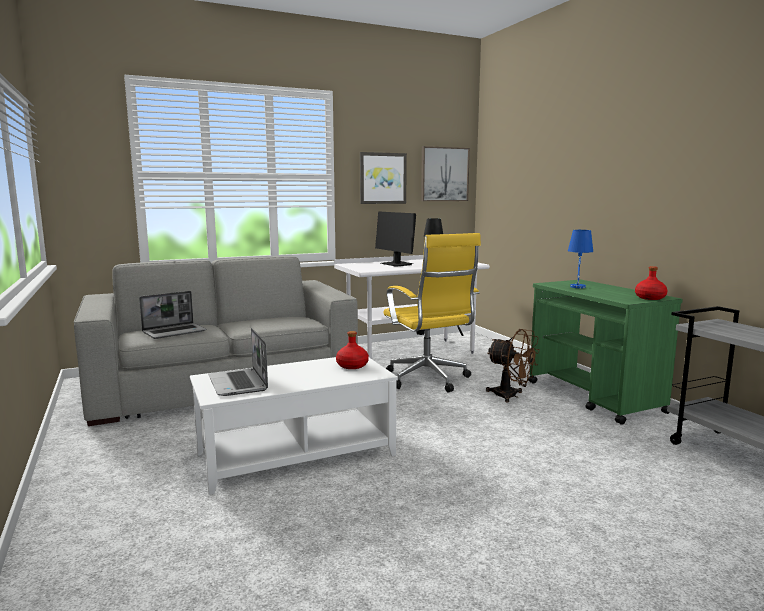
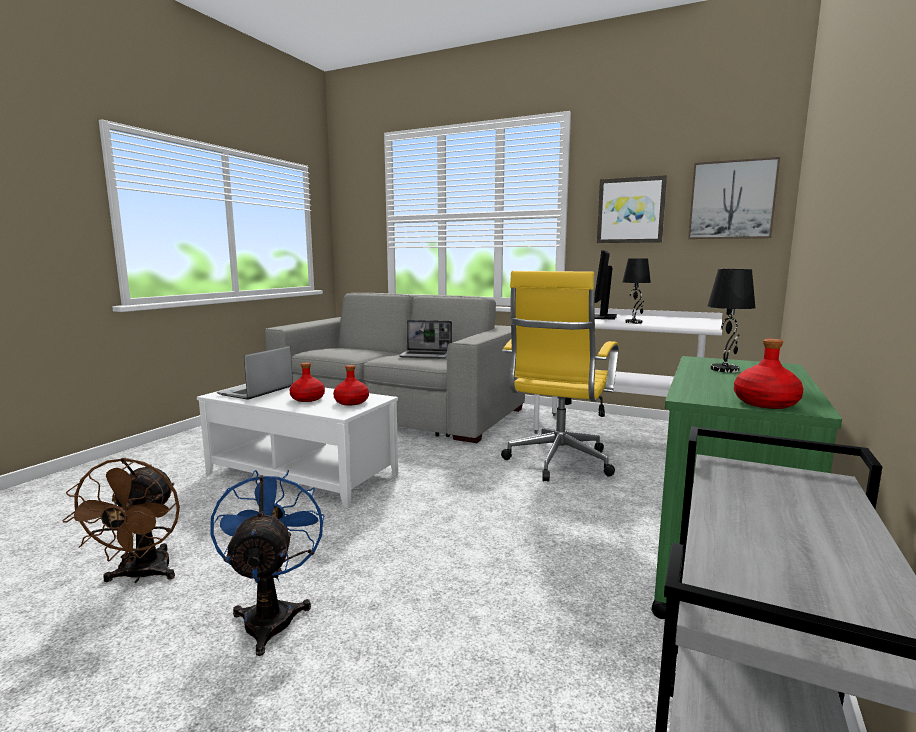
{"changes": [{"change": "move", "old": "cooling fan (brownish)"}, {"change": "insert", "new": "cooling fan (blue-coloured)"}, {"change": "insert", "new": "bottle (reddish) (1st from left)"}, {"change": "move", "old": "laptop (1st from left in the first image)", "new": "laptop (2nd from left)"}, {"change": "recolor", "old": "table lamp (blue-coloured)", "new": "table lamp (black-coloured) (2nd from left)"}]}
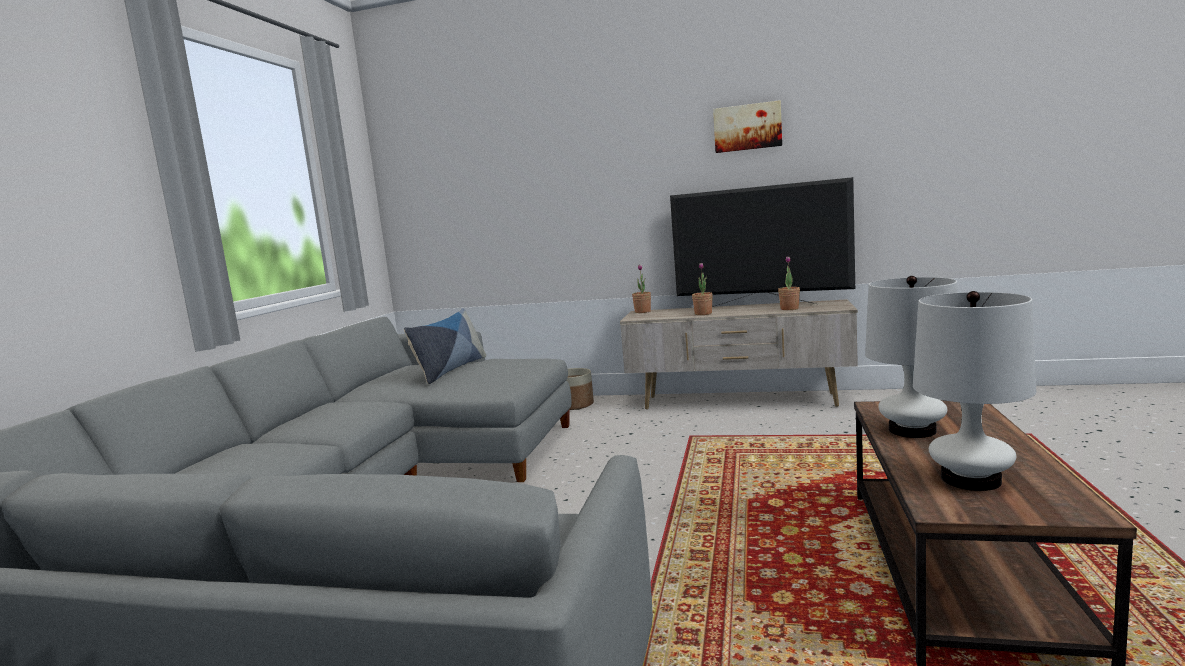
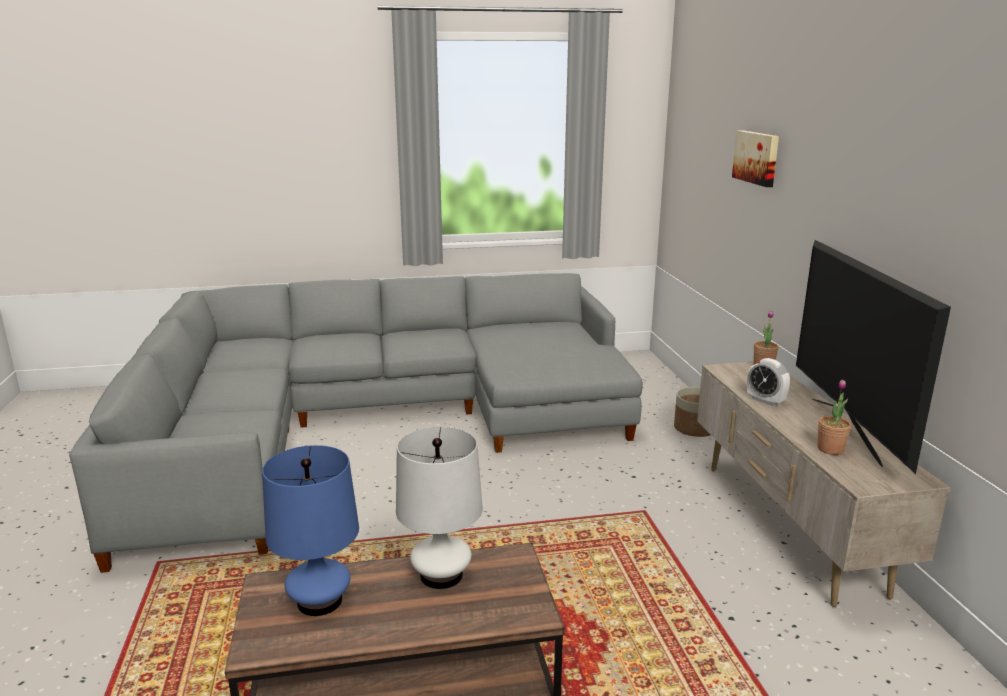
{"changes": [{"change": "recolor", "old": "table lamp (whitish) (2nd from left)", "new": "table lamp (blue-coloured)"}, {"change": "move", "old": "wall picture"}, {"change": "replace", "old": "houseplant (2nd from left)", "new": "table clock"}, {"change": "delete", "old": "pillow"}]}
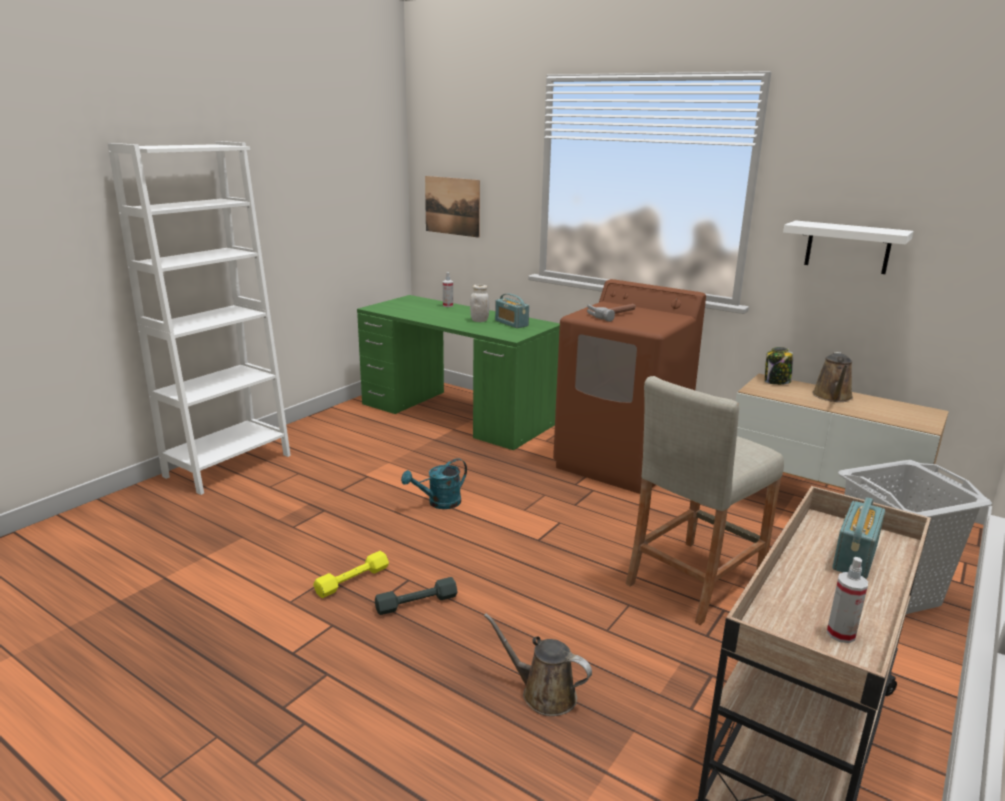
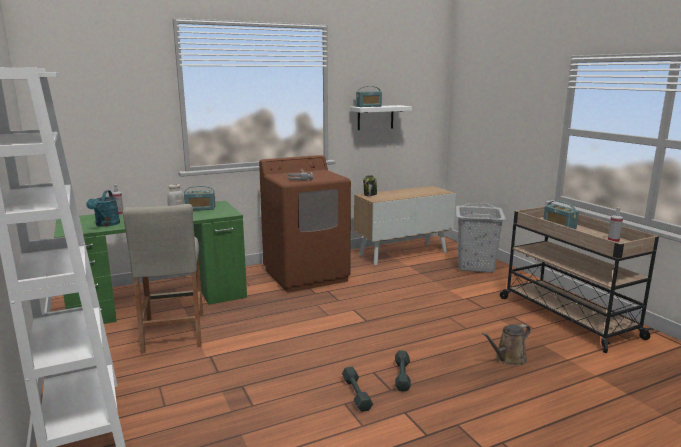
{"changes": [{"change": "move", "old": "watering pot (turquoise)"}, {"change": "move", "old": "sitting stool (sand-coloured)"}, {"change": "recolor", "old": "dumbbell (yellow-coloured)", "new": "dumbbell (gray) (1st from left)"}, {"change": "insert", "new": "radio (2nd from left)"}, {"change": "delete", "old": "wall picture"}, {"change": "delete", "old": "watering pot (brownish) (2nd from left)"}]}
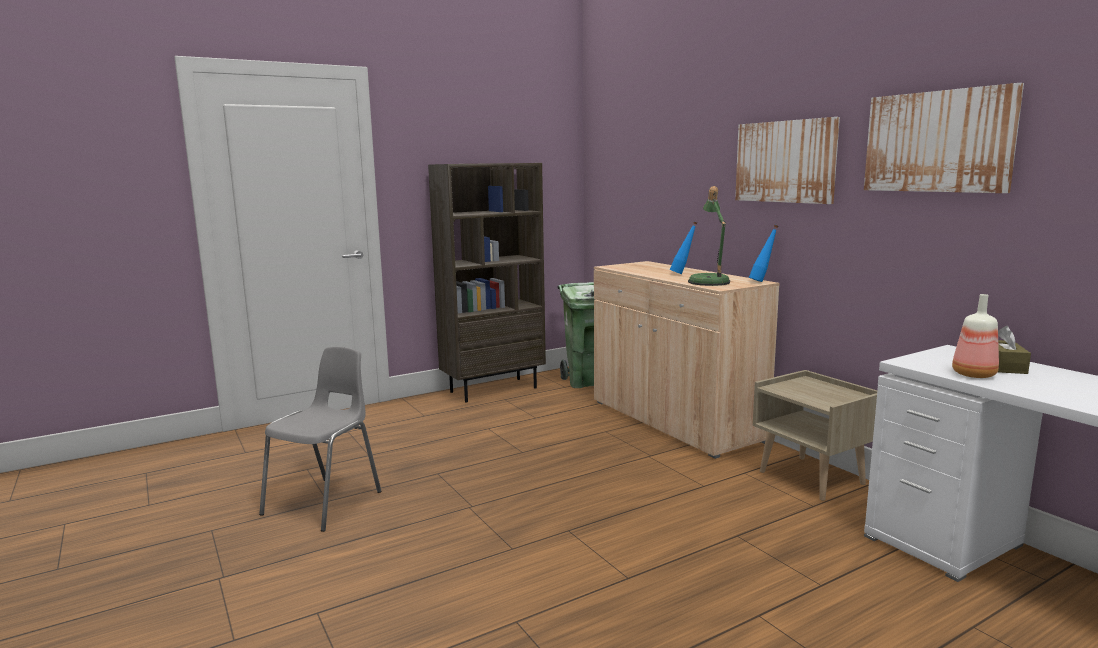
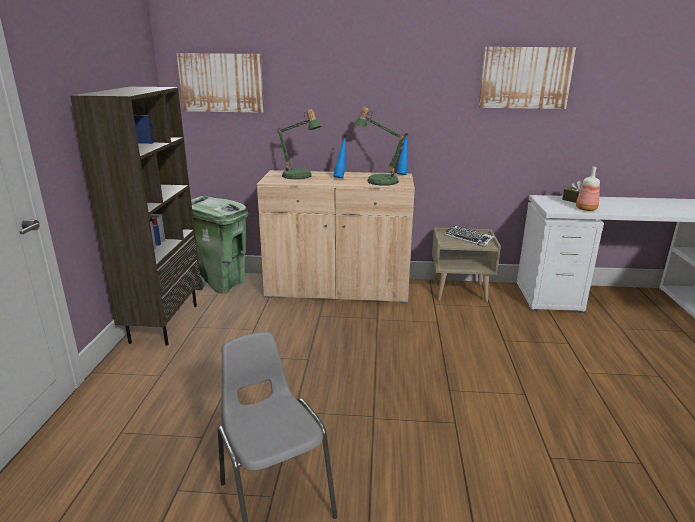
{"changes": [{"change": "move", "old": "wall picture (1st from left)"}, {"change": "insert", "new": "table lamp (1st from left)"}, {"change": "insert", "new": "PC keyboard"}]}
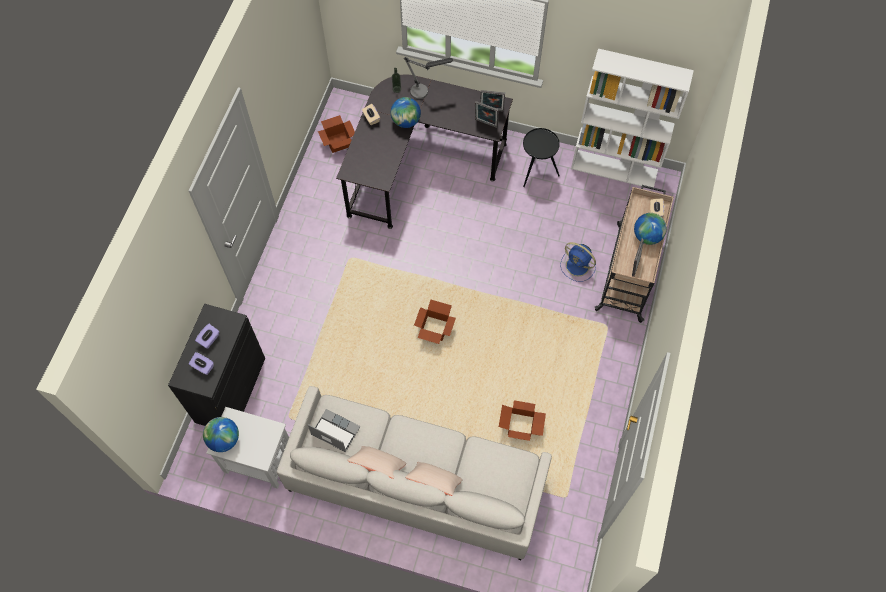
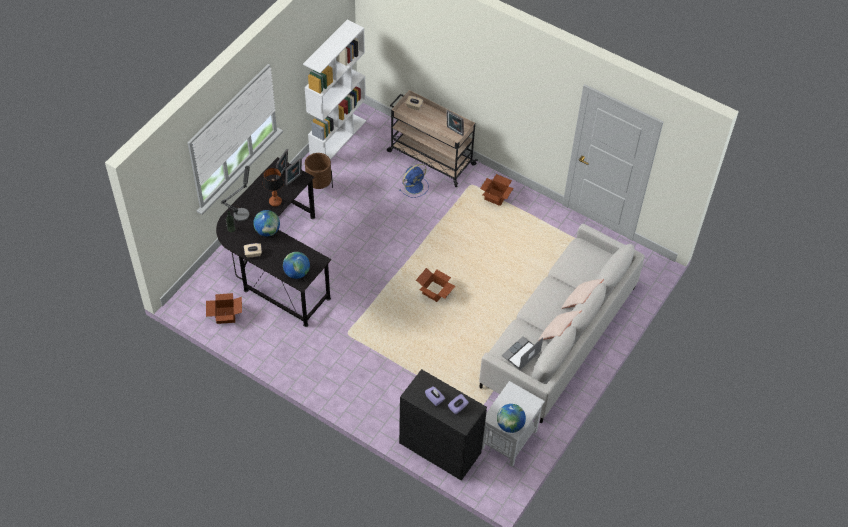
{"changes": [{"change": "insert", "new": "table lamp (2nd from left)"}, {"change": "move", "old": "desk globe (3rd from left in the first image)", "new": "desk globe (2nd from left)"}, {"change": "replace", "old": "side table (black-coloured)", "new": "flower pot (brownish)"}, {"change": "move", "old": "cardboard box (3rd from left)"}]}
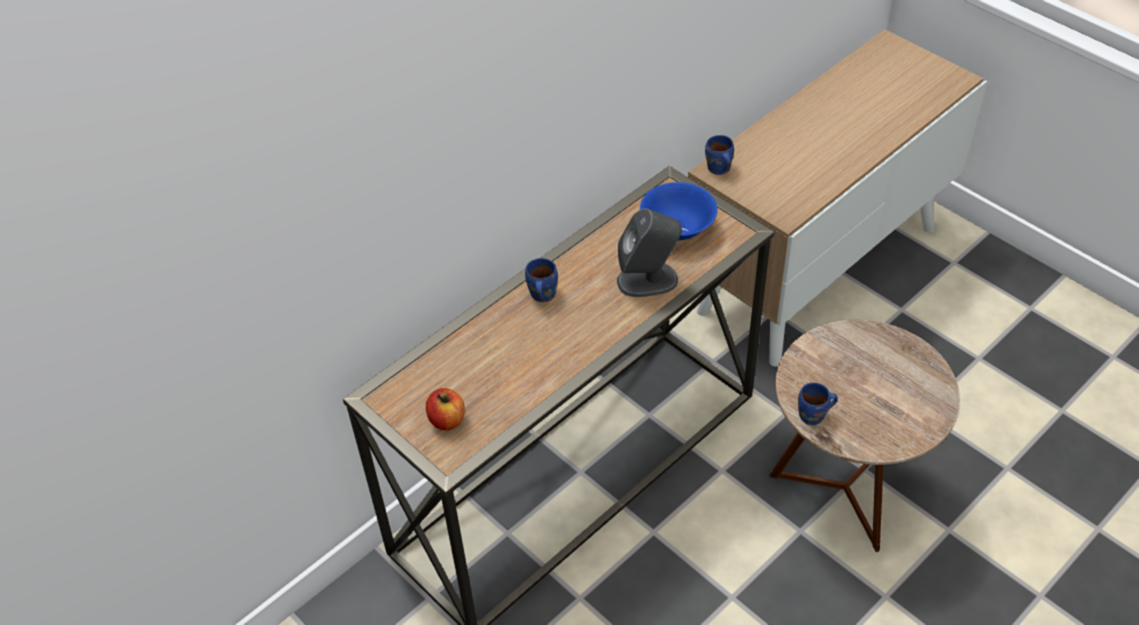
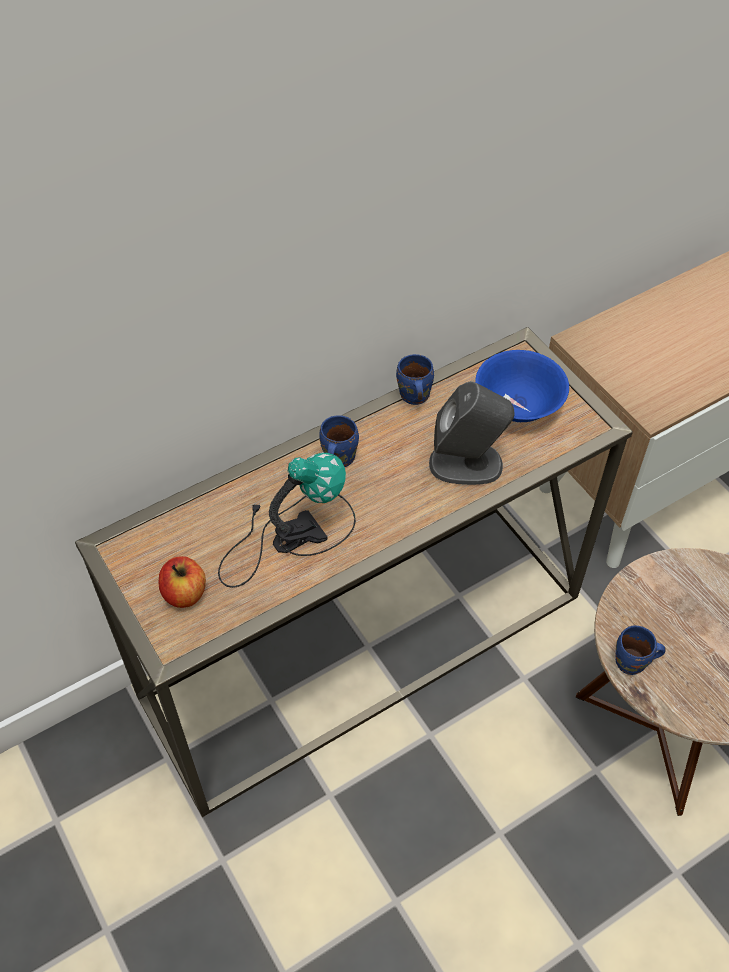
{"changes": [{"change": "insert", "new": "table lamp"}, {"change": "move", "old": "coffee mug (blue-coloured) (2nd from left)"}]}
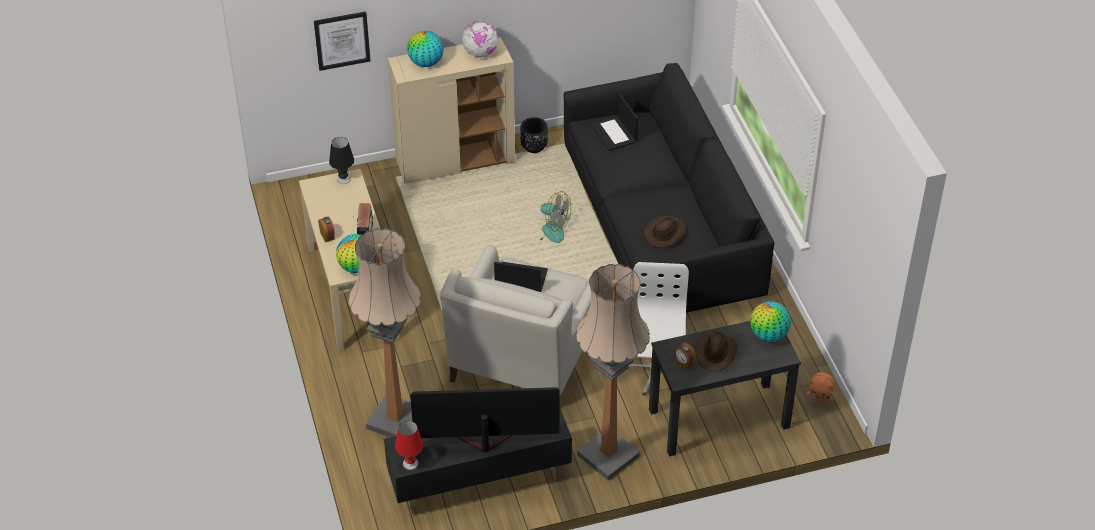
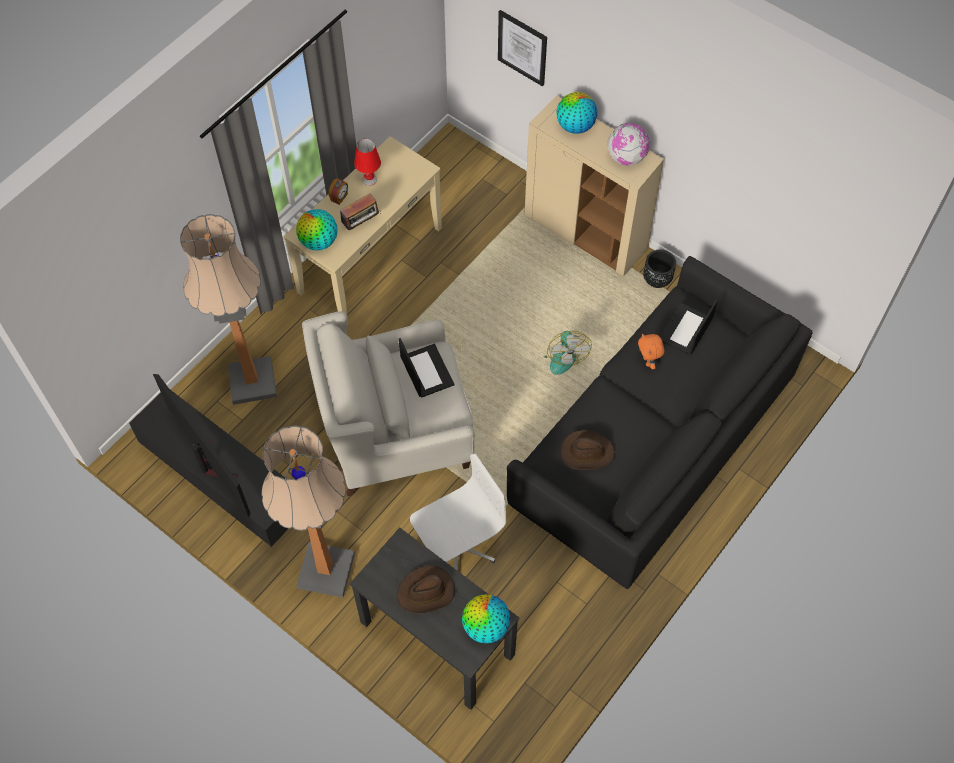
{"changes": [{"change": "move", "old": "table lamp (reddish)"}, {"change": "move", "old": "plush toy (orange-coloured)"}, {"change": "delete", "old": "table lamp (black-coloured)"}, {"change": "delete", "old": "table clock (2nd from left)"}]}
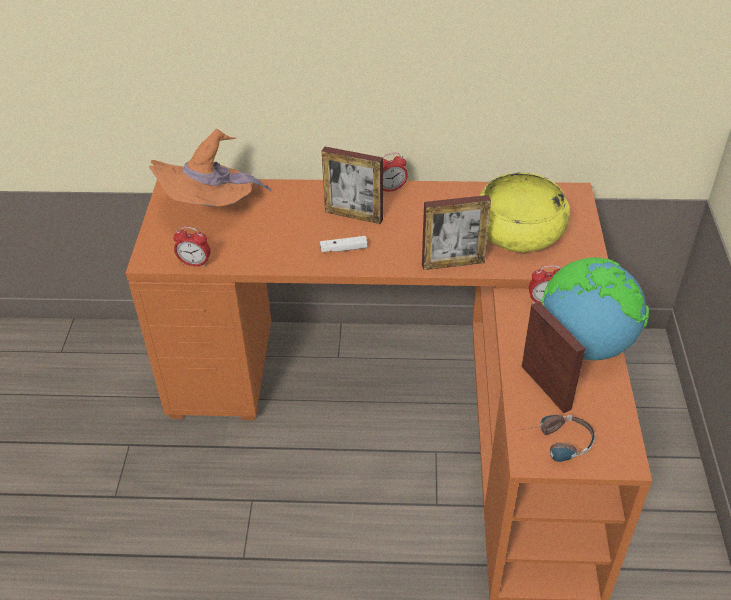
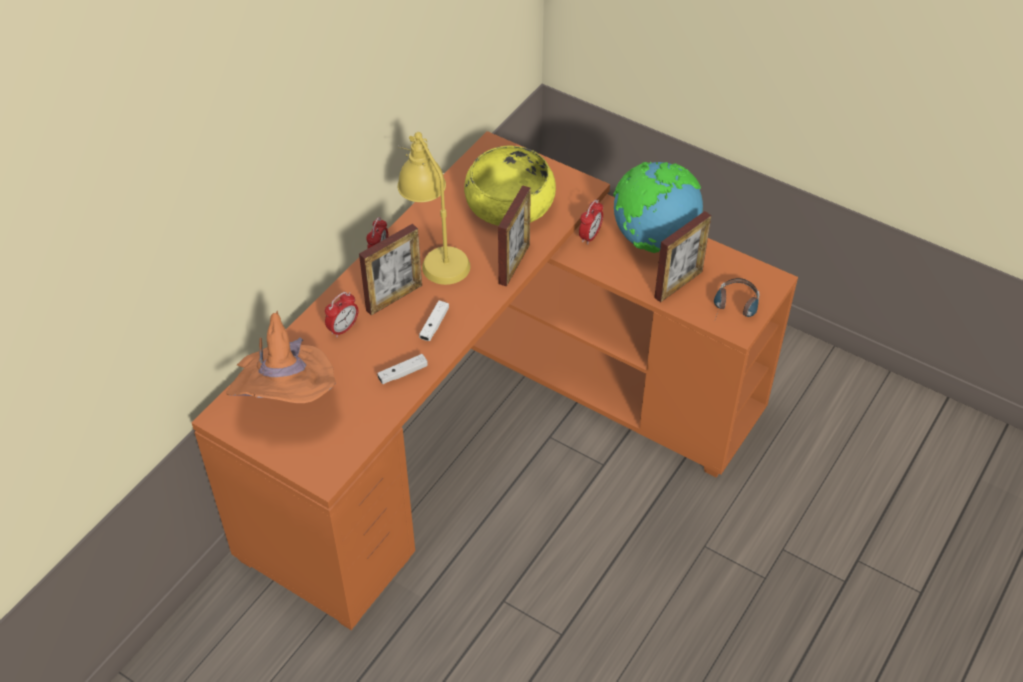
{"changes": [{"change": "move", "old": "table clock (1st from left)"}, {"change": "insert", "new": "gamepad (whitish) (1st from left)"}, {"change": "insert", "new": "table lamp (yellow-coloured)"}, {"change": "rotate", "old": "standing frame (3rd from left)", "degrees": 135}]}
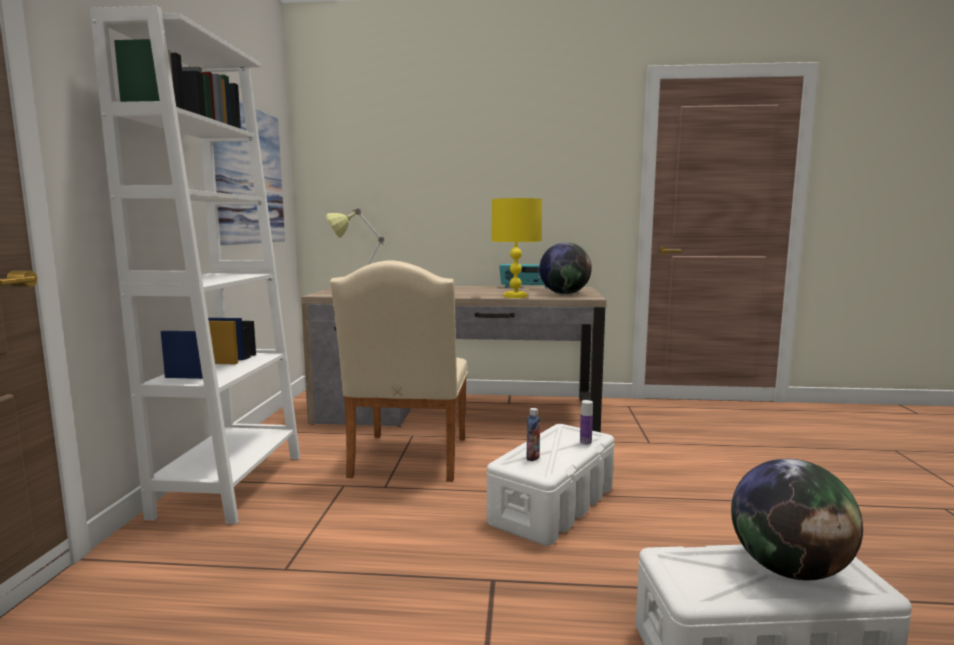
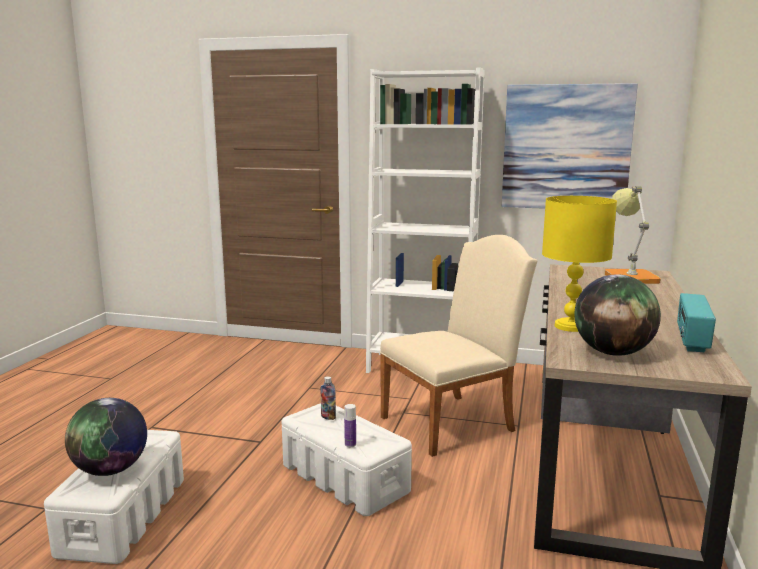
{"changes": [{"change": "rotate", "old": "chair (sand-coloured)", "degrees": 135}]}
